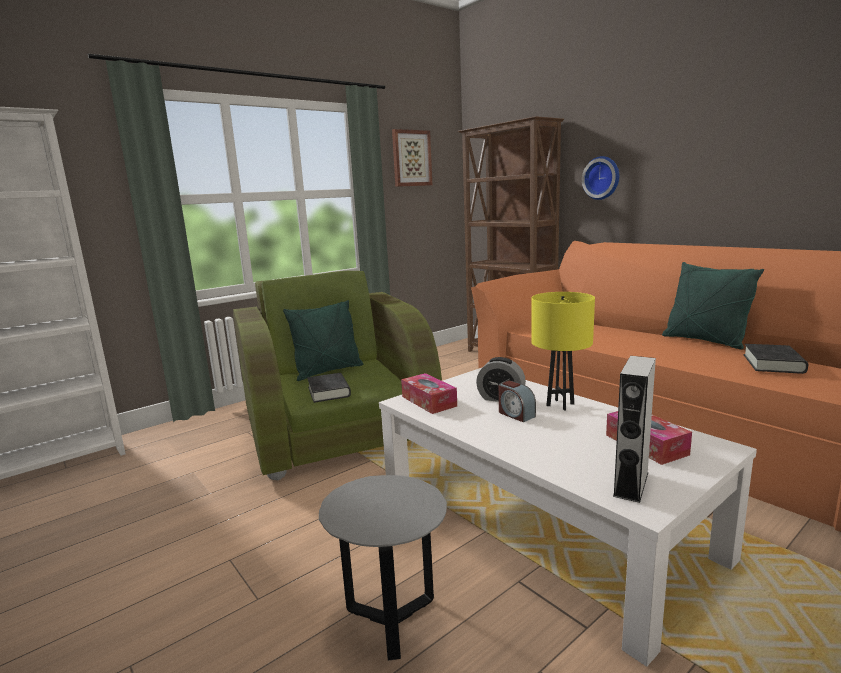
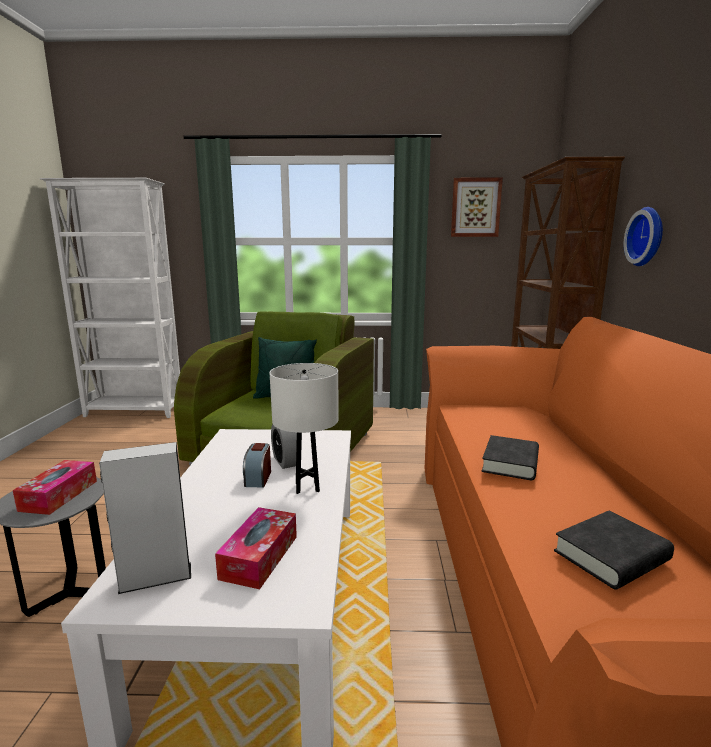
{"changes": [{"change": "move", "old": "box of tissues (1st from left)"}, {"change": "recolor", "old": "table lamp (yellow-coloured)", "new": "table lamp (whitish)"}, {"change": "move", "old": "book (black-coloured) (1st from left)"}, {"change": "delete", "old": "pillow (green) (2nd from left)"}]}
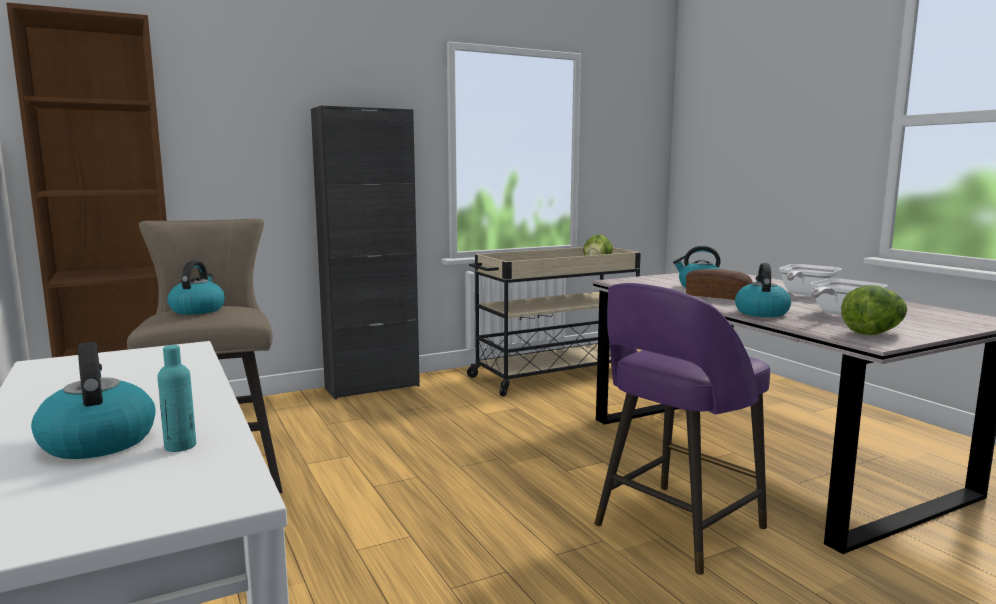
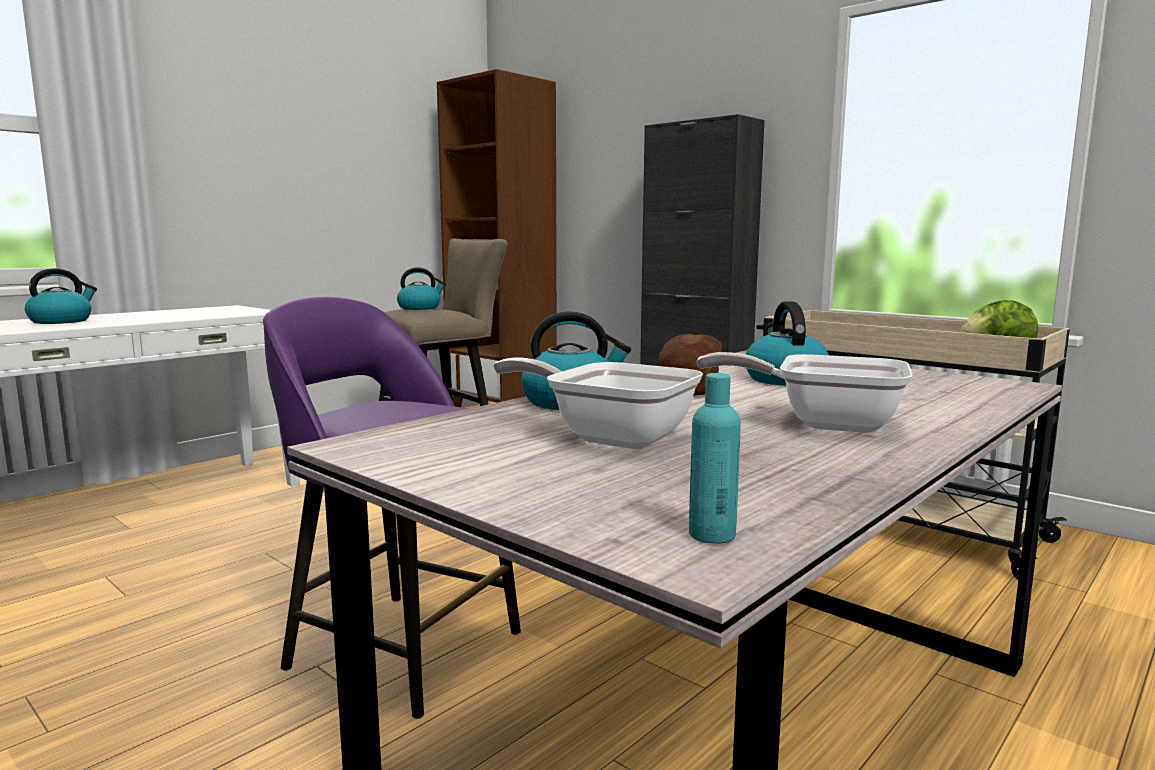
{"changes": [{"change": "move", "old": "bottle (turquoise)"}, {"change": "delete", "old": "head of lettuce (2nd from left)"}]}
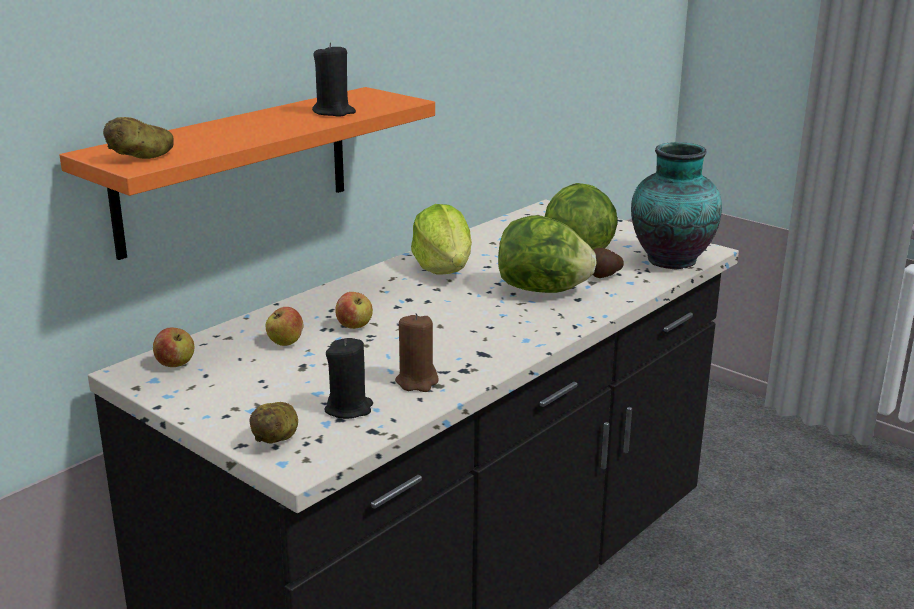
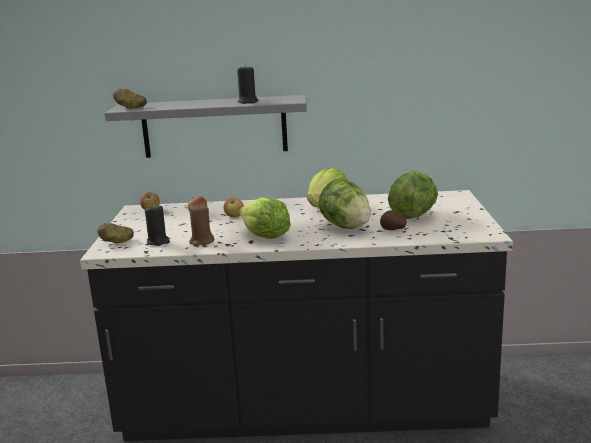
{"changes": [{"change": "recolor", "old": "wall shelf (orange-coloured)", "new": "wall shelf (gray)"}, {"change": "insert", "new": "head of lettuce (1st from left)"}, {"change": "delete", "old": "flower vase"}]}
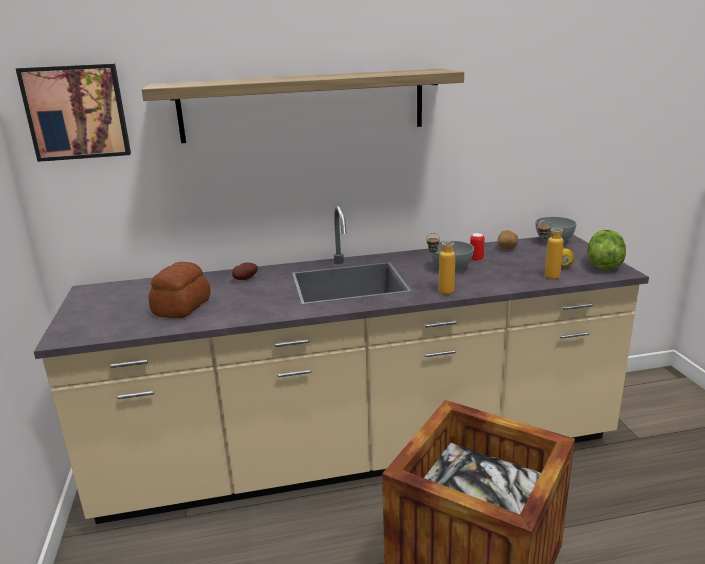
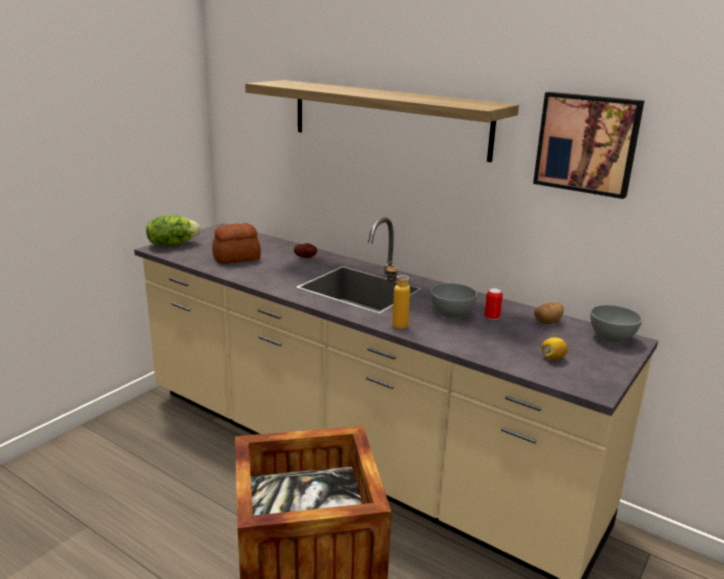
{"changes": [{"change": "move", "old": "head of lettuce"}, {"change": "move", "old": "wall picture"}, {"change": "delete", "old": "bottle (2nd from left)"}]}
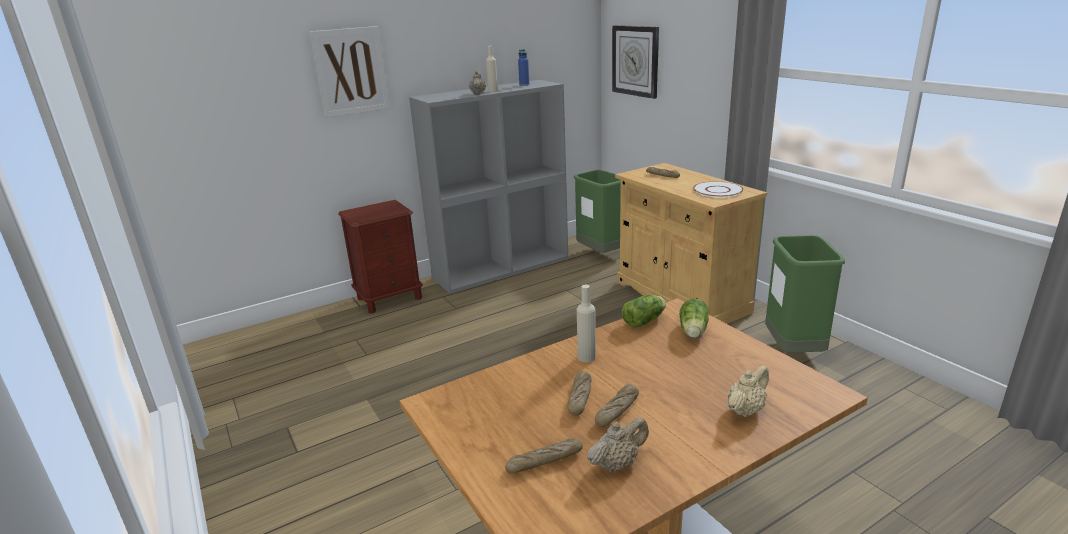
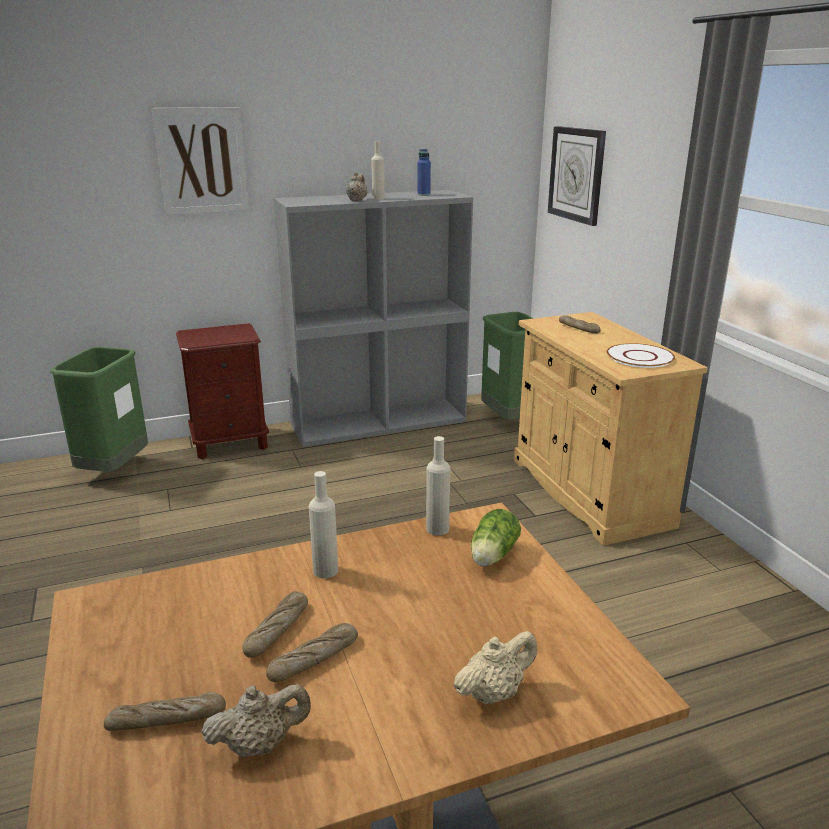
{"changes": [{"change": "move", "old": "trash can (green) (2nd from left in the first image)", "new": "trash can (green) (1st from left)"}, {"change": "replace", "old": "head of lettuce (1st from left)", "new": "bottle (sand-coloured) (3rd from left)"}]}
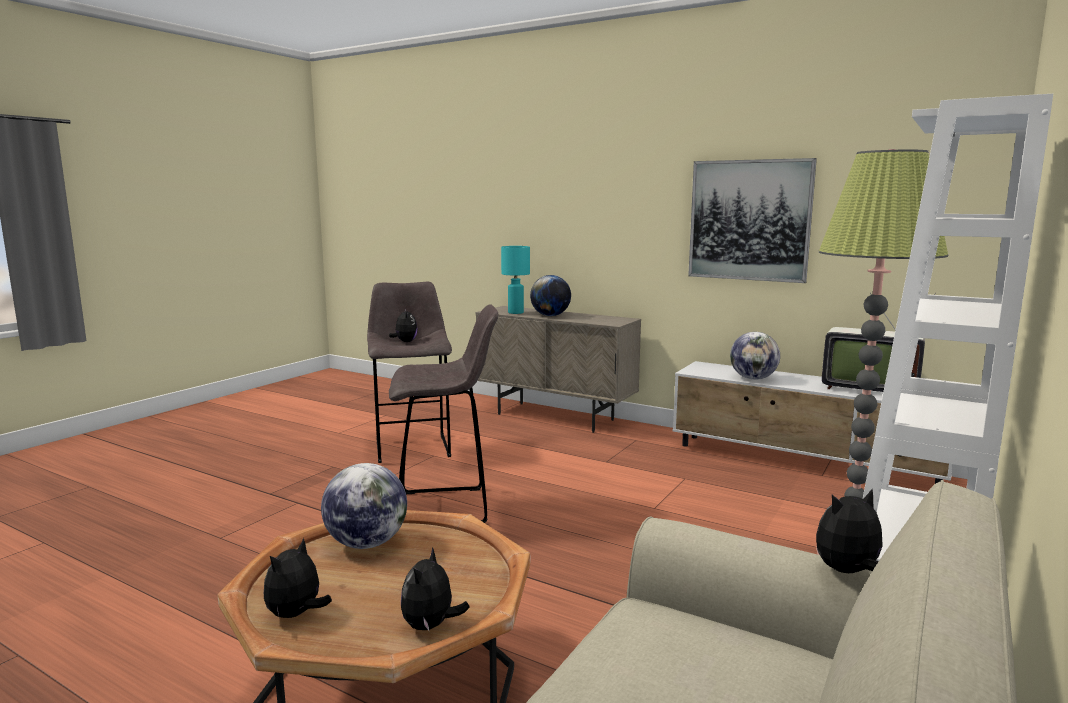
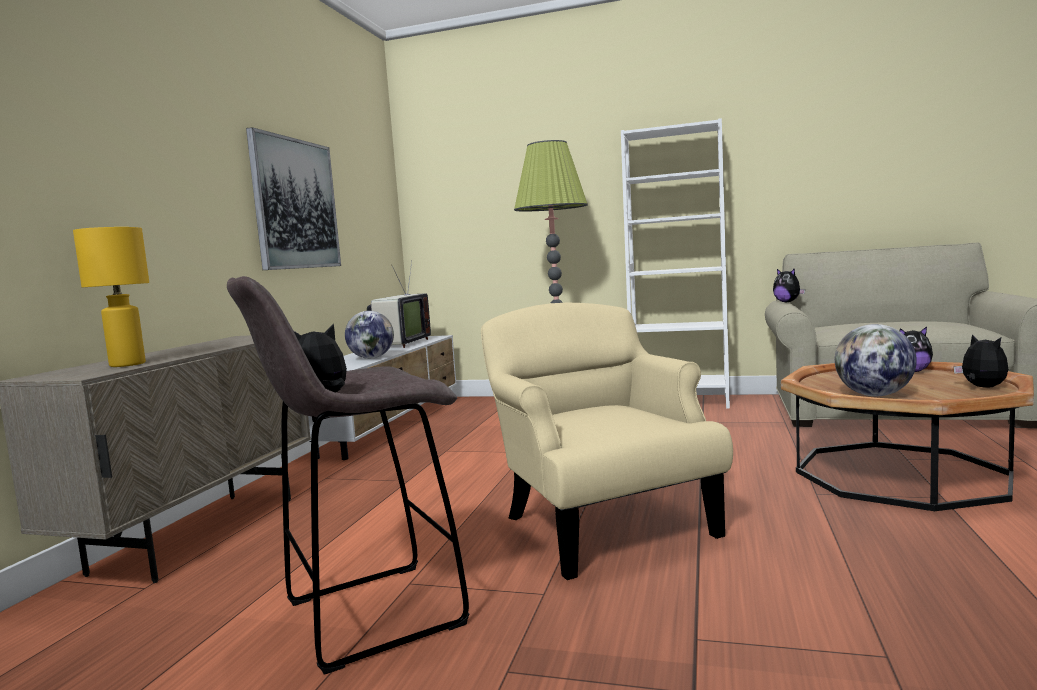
{"changes": [{"change": "recolor", "old": "table lamp (turquoise)", "new": "table lamp (yellow-coloured)"}, {"change": "replace", "old": "sitting stool (gray) (2nd from left)", "new": "lounge chair (sand-coloured)"}, {"change": "rotate", "old": "plush toy (1st from left in the first image)", "degrees": -120}, {"change": "delete", "old": "desk globe (2nd from left)"}]}
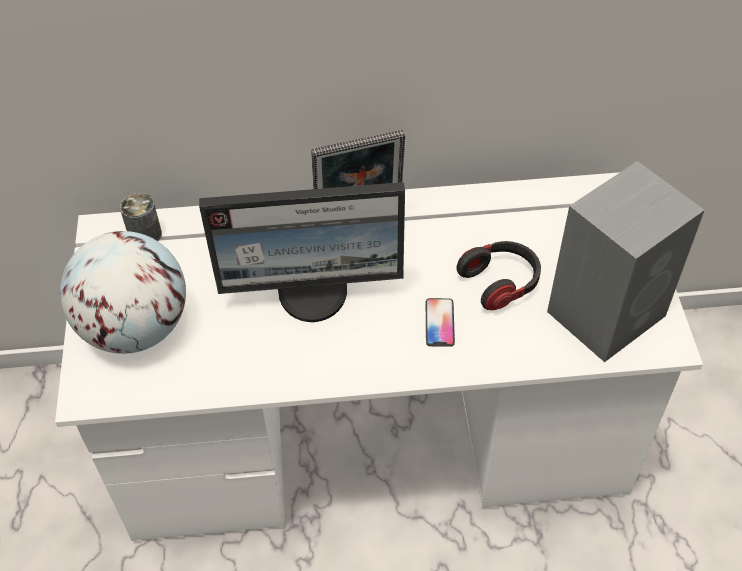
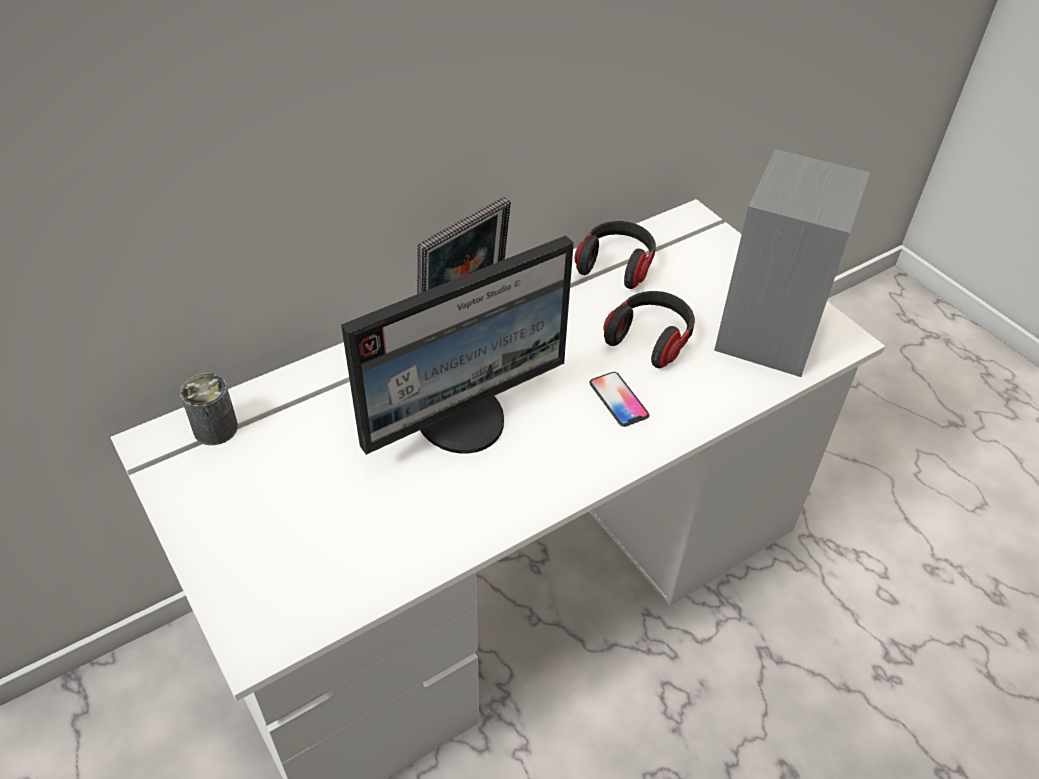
{"changes": [{"change": "insert", "new": "headset (1st from left)"}, {"change": "delete", "old": "desk globe"}]}
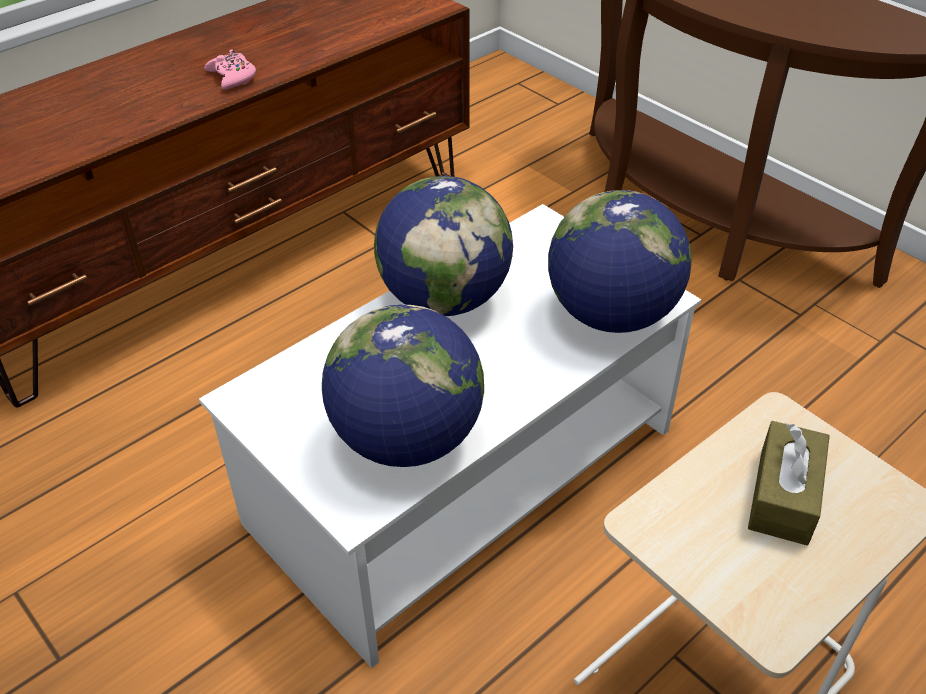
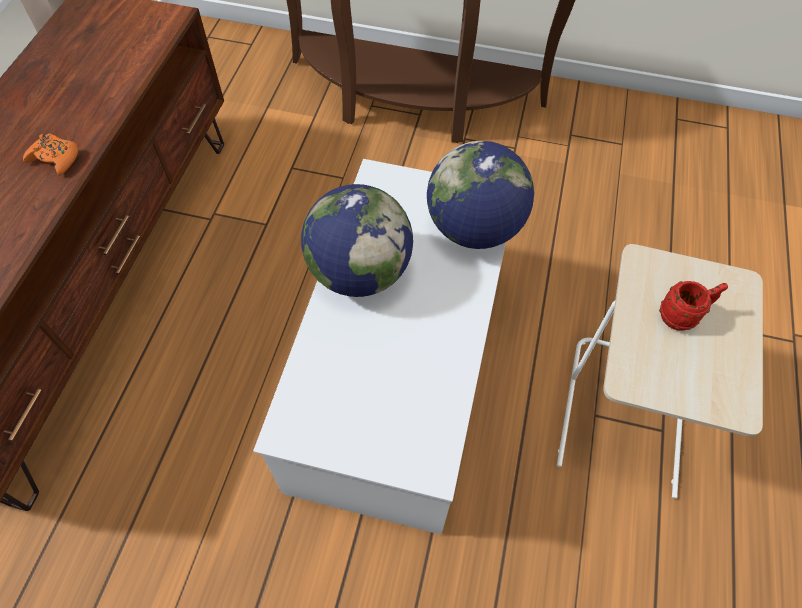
{"changes": [{"change": "recolor", "old": "gamepad (pinkish)", "new": "gamepad (orange-coloured)"}, {"change": "replace", "old": "box of tissues (brownish)", "new": "coffee mug (reddish)"}, {"change": "delete", "old": "desk globe (1st from left)"}]}
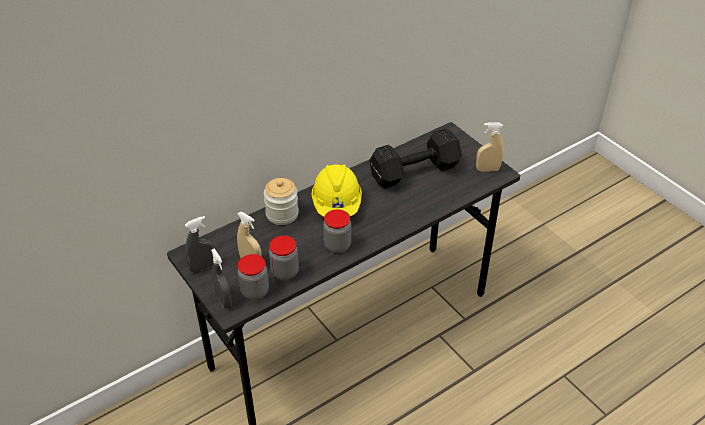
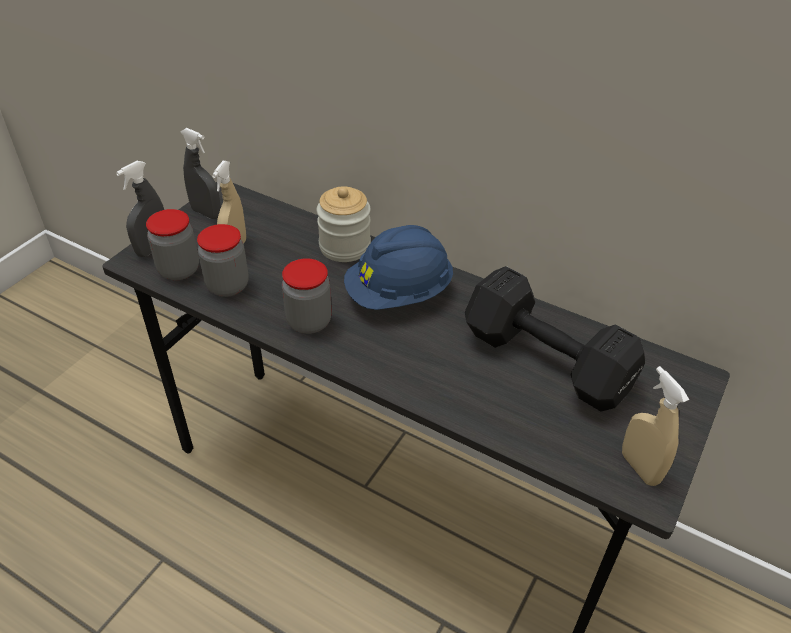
{"changes": [{"change": "recolor", "old": "safety helmet (yellow-coloured)", "new": "safety helmet (blue-coloured)"}]}
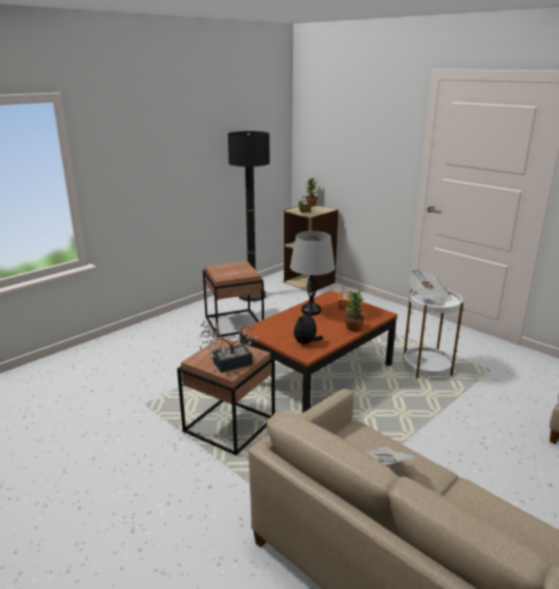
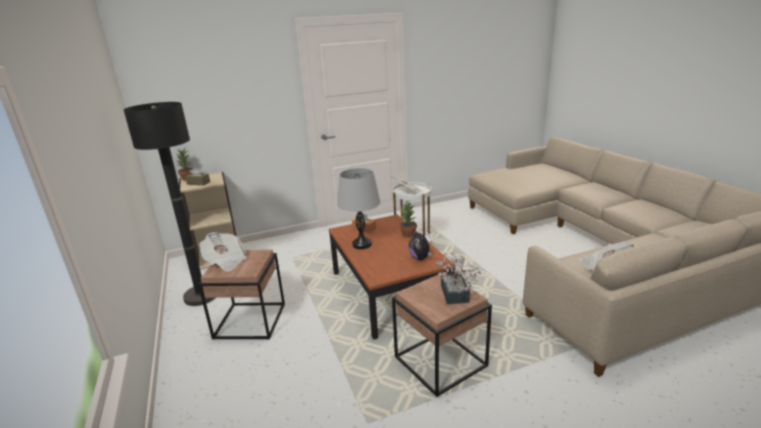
{"changes": [{"change": "insert", "new": "printed paper (1st from left)"}]}
